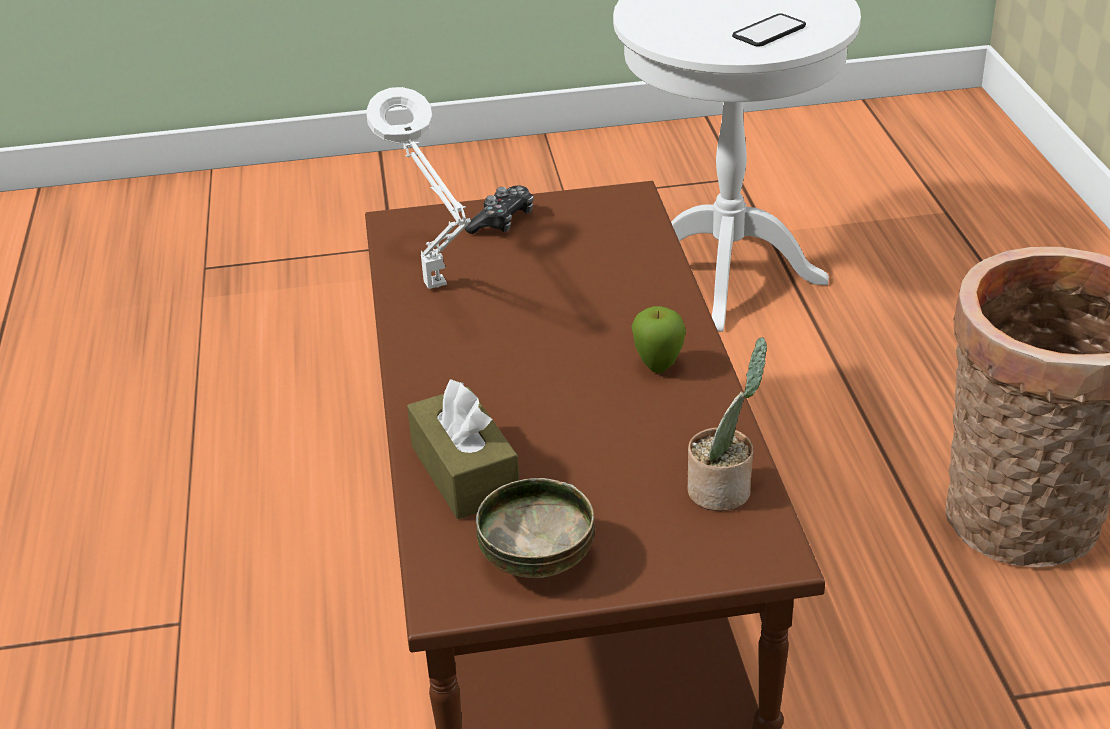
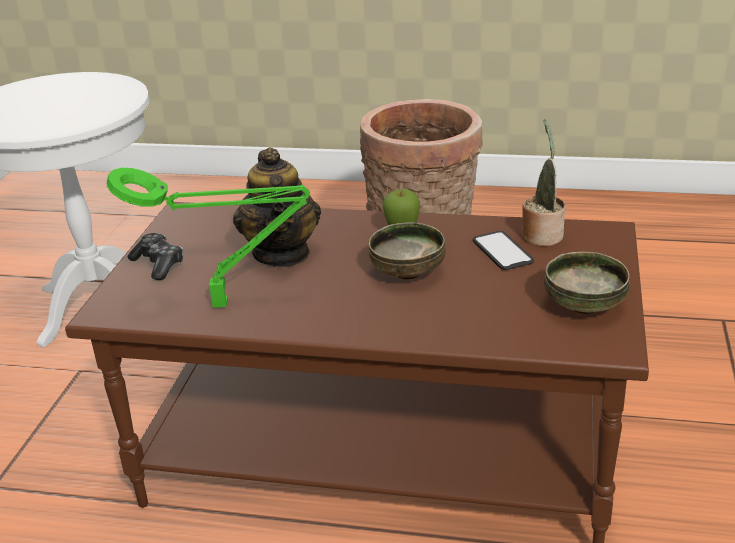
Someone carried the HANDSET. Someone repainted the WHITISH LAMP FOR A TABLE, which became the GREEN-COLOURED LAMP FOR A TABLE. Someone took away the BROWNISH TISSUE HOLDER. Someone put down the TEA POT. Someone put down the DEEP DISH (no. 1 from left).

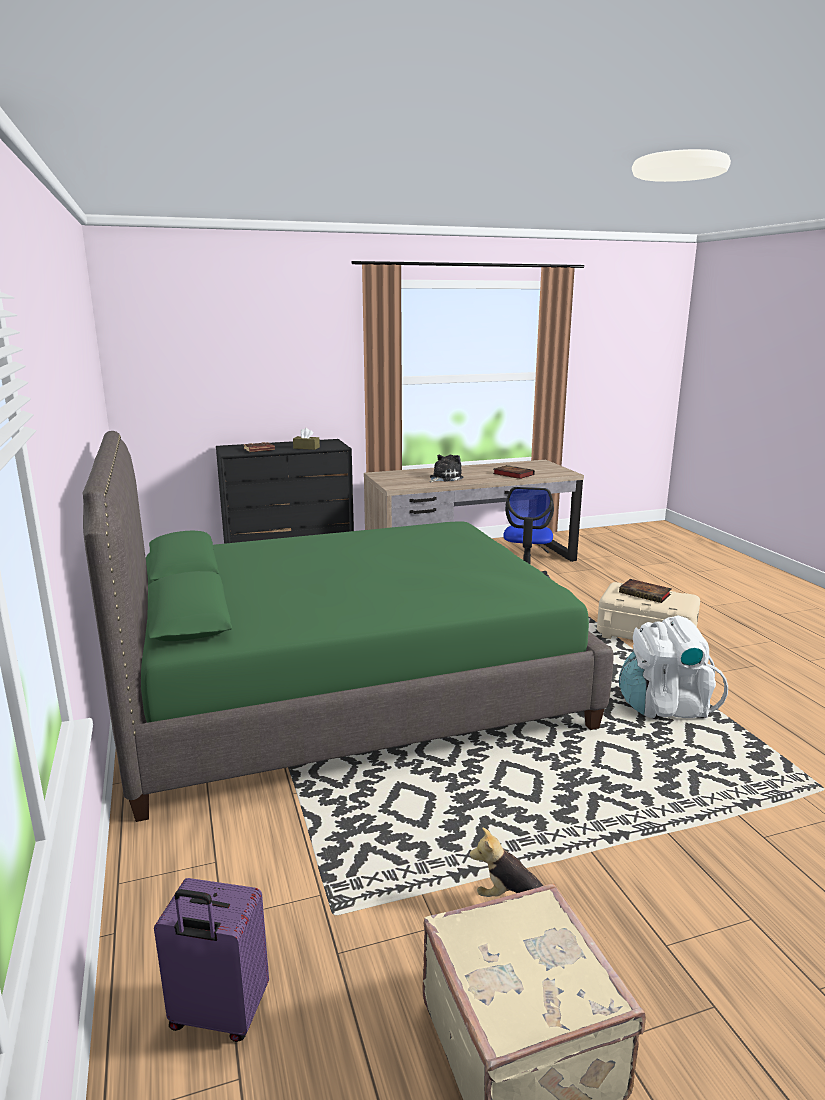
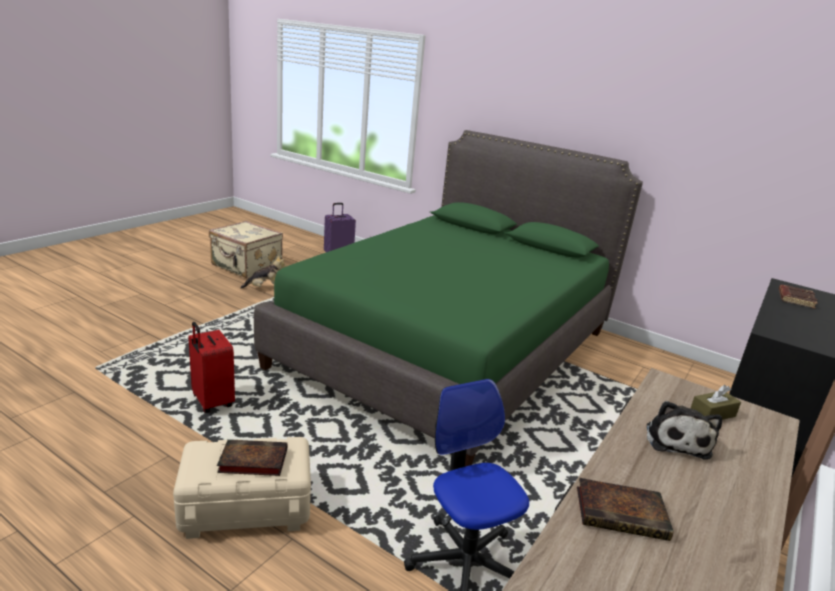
Someone carried the BROWNISH TISSUE HOLDER. Someone swapped the WHITISH RUCKSACK for the RED TRAVEL CASE.

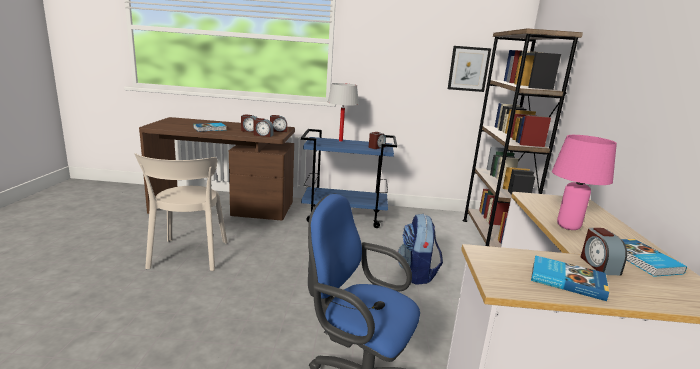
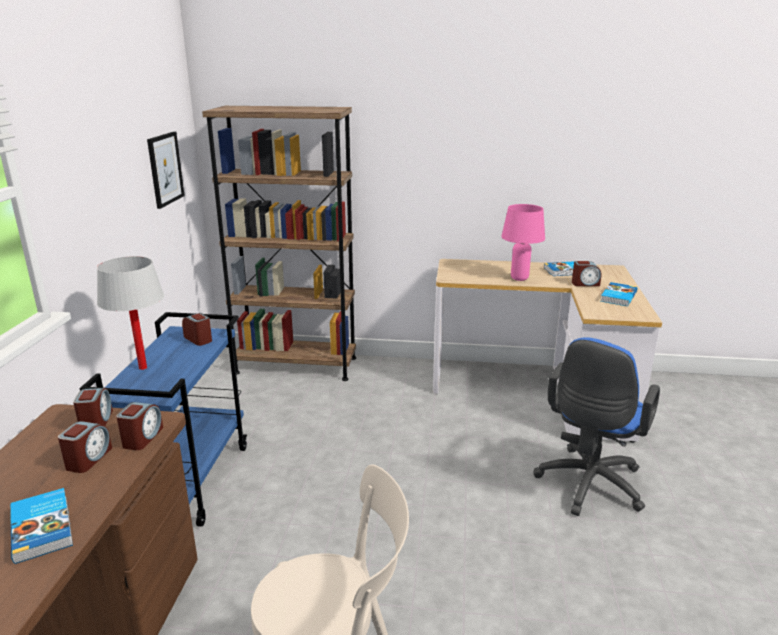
Someone took away the RUCKSACK.

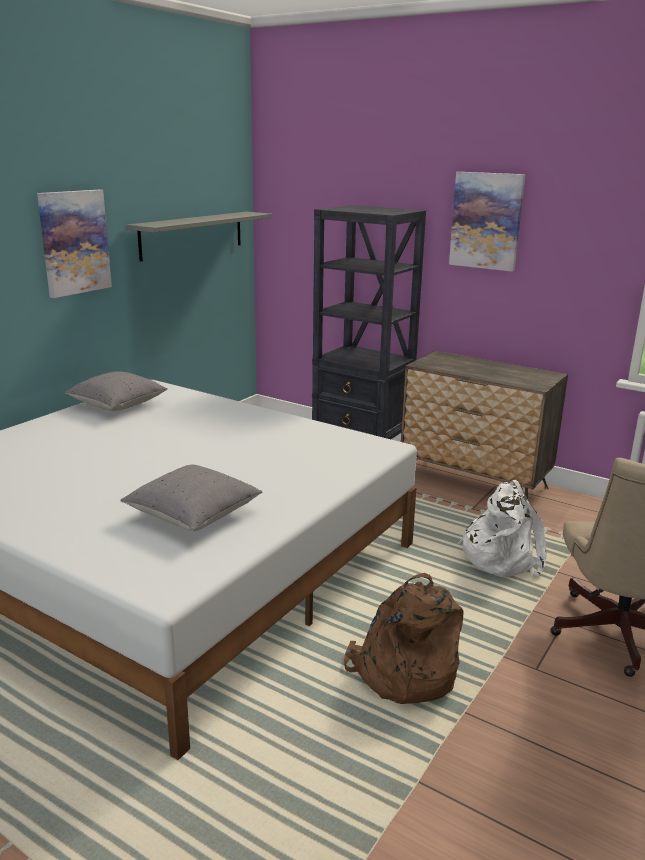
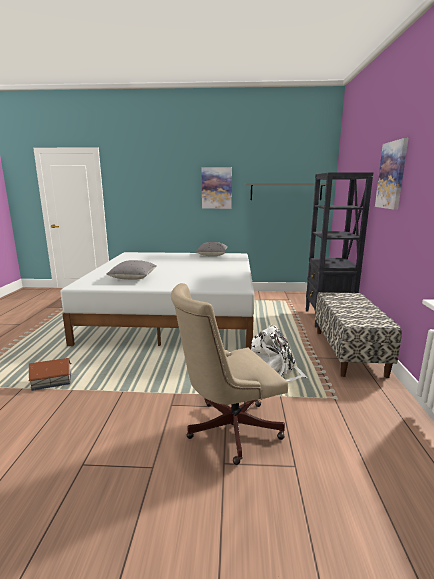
Someone swapped the CHEST OF DRAWERS for the INDOOR BENCH. Someone took away the BROWNISH RUCKSACK. Someone put down the TOY HOUSE.

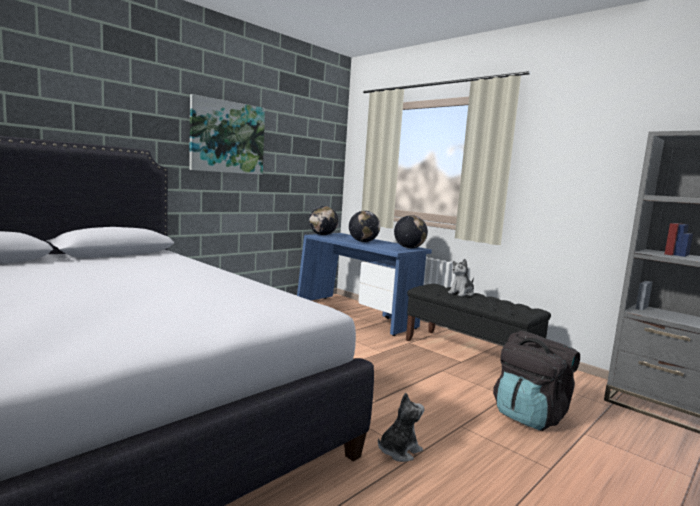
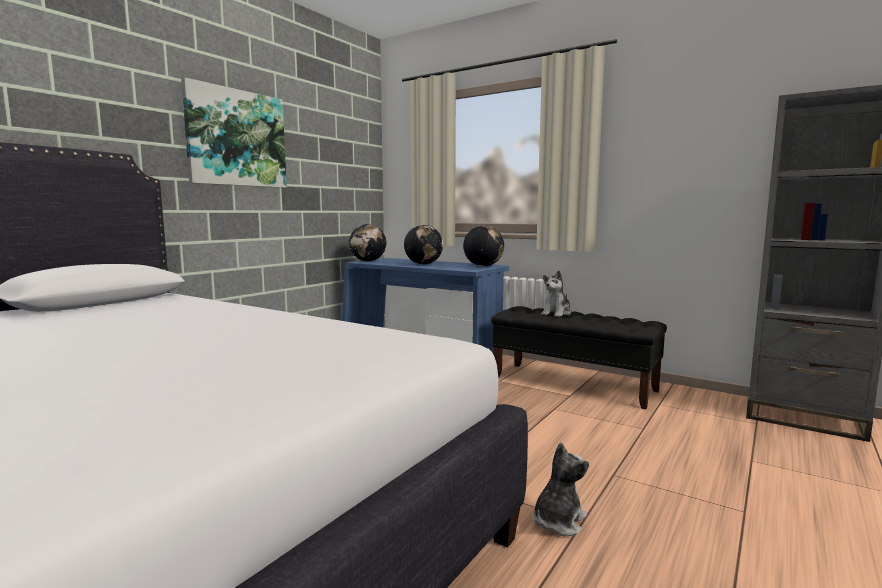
Someone took away the BLACK RUCKSACK.

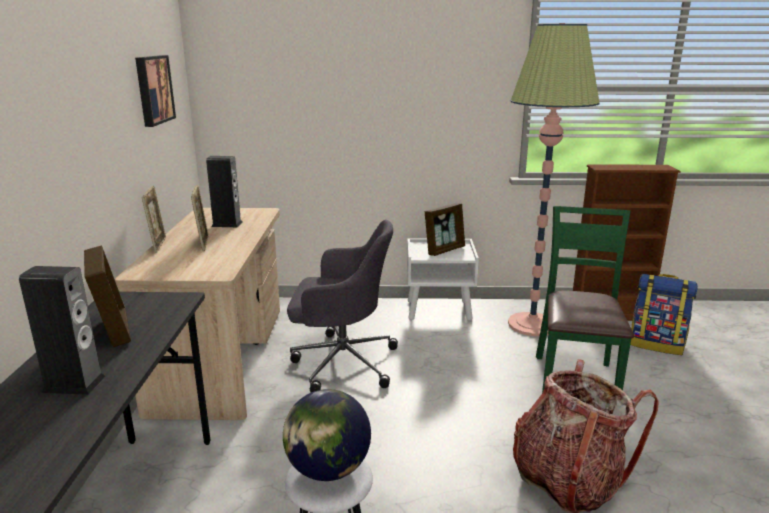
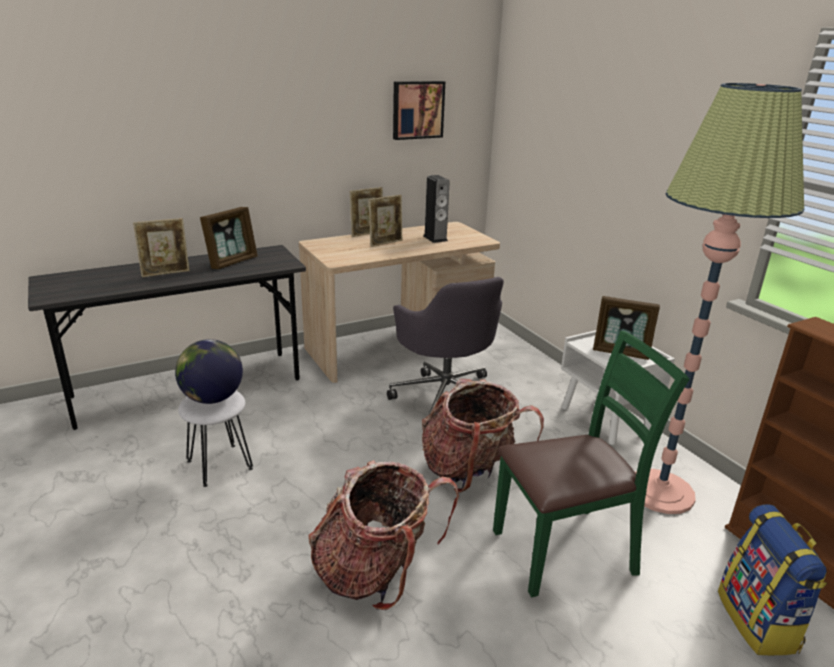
Someone swapped the AUDIO SPEAKER (no. 1 from left) for the PHOTO FRAME (no. 1 from left). Someone put down the RUCKSACK (no. 2 from left).

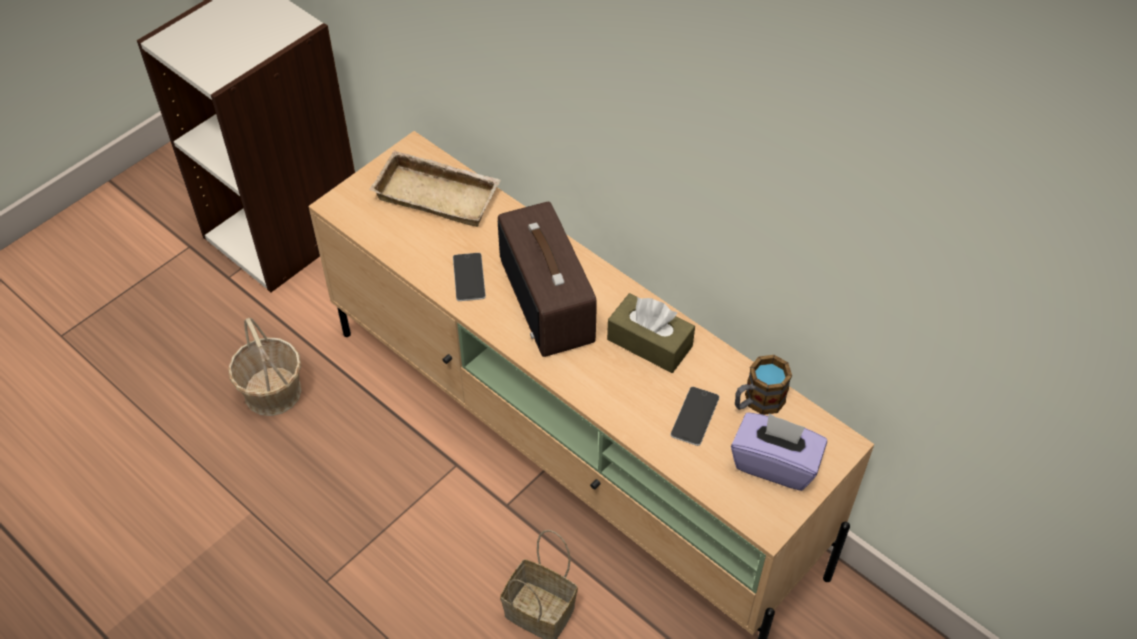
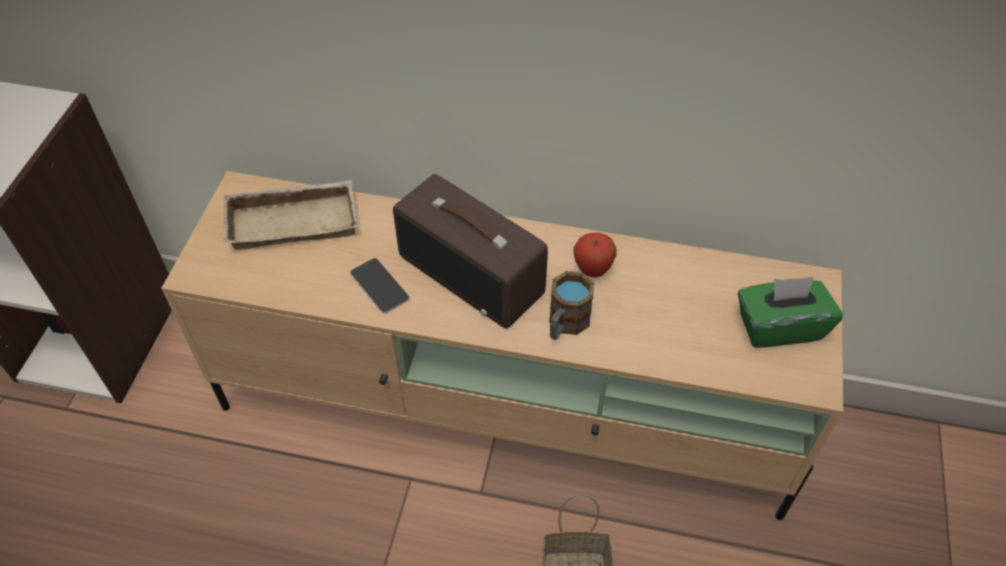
Someone swapped the BROWNISH TISSUE HOLDER for the WHOLE APPLE. Someone took away the STORAGE BASKET (no. 1 from left). Someone carried the MUG. Someone took away the HANDSET (no. 2 from left). Someone repainted the PURPLE TISSUE HOLDER, which became the GREEN-COLOURED TISSUE HOLDER.

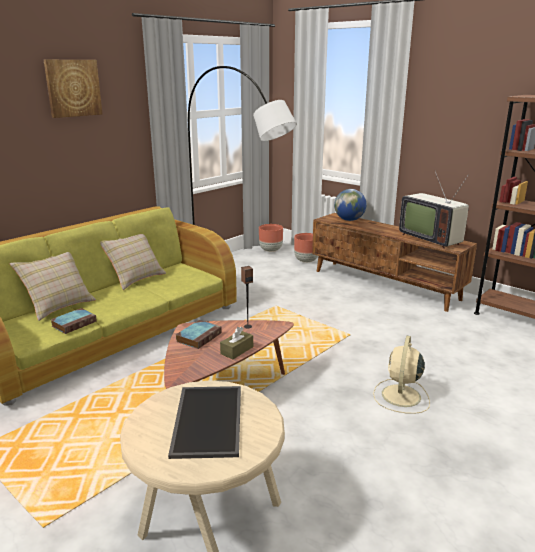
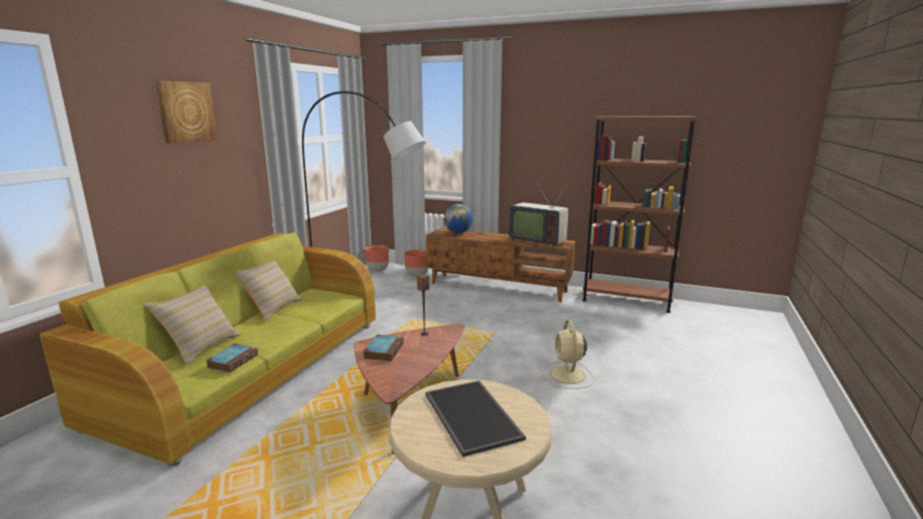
Someone took away the BROWNISH TISSUE HOLDER.

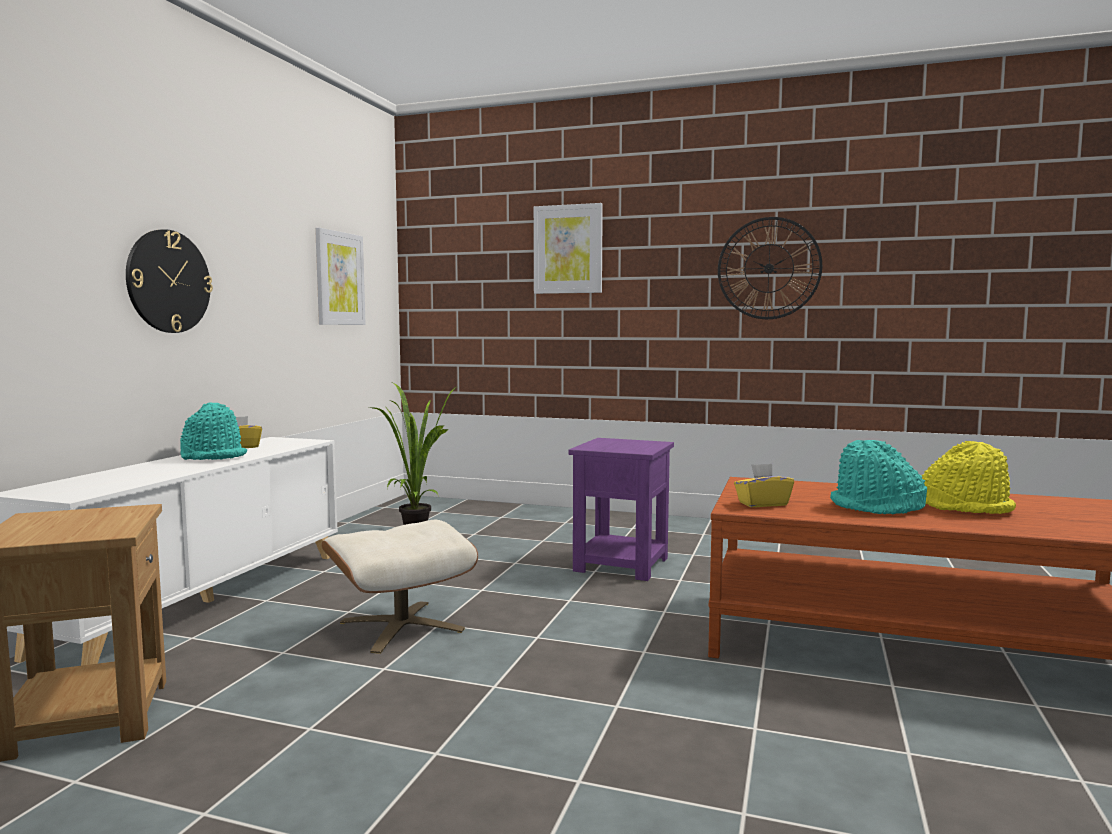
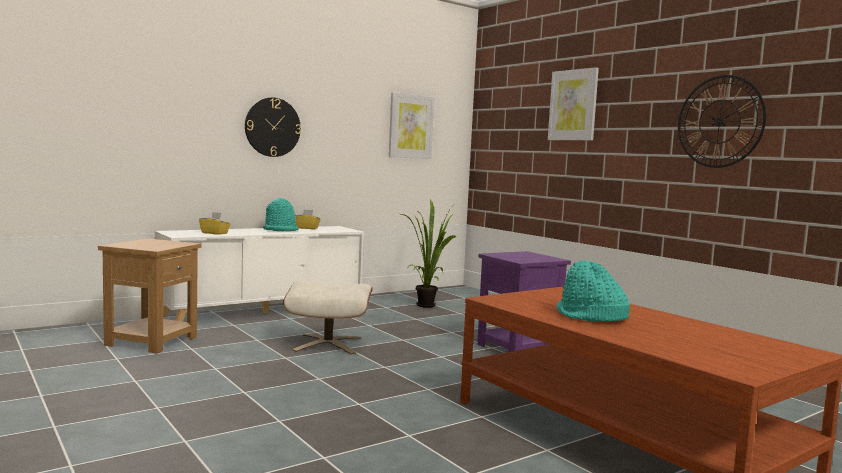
Someone took away the YELLOW-COLOURED CLOTHING HAT. Someone carried the YELLOW-COLOURED TISSUE HOLDER (no. 2 from left in the first image).

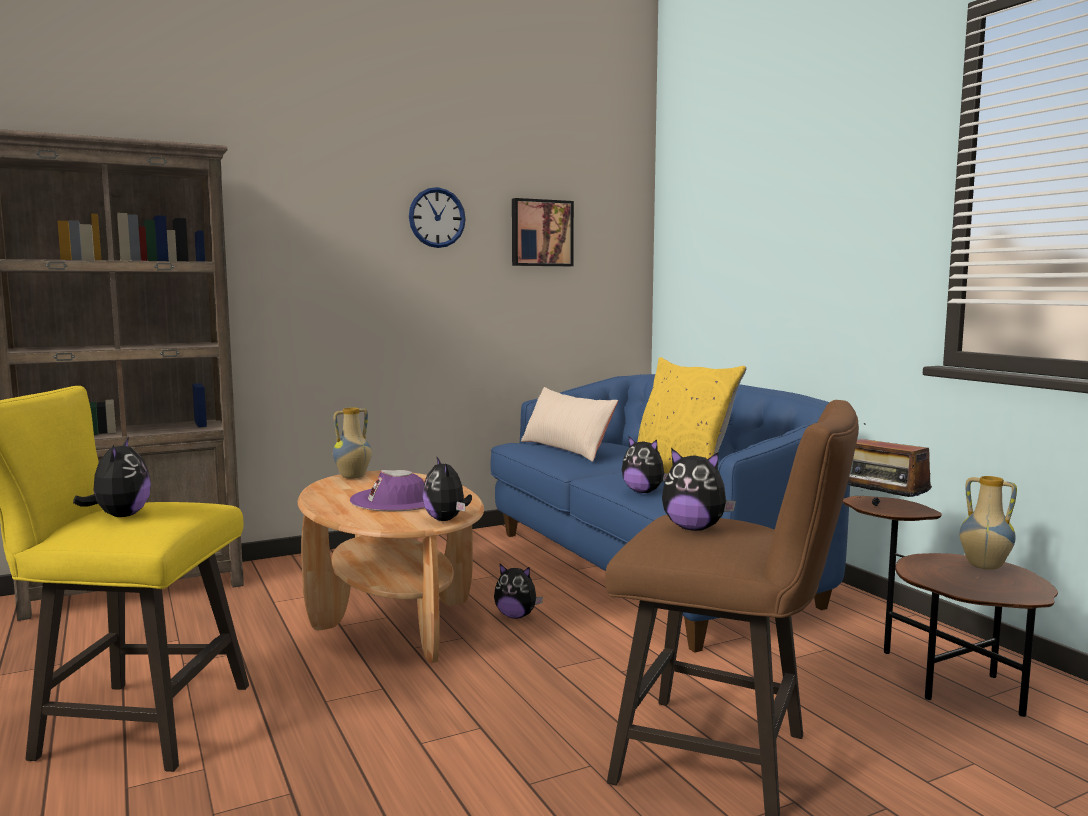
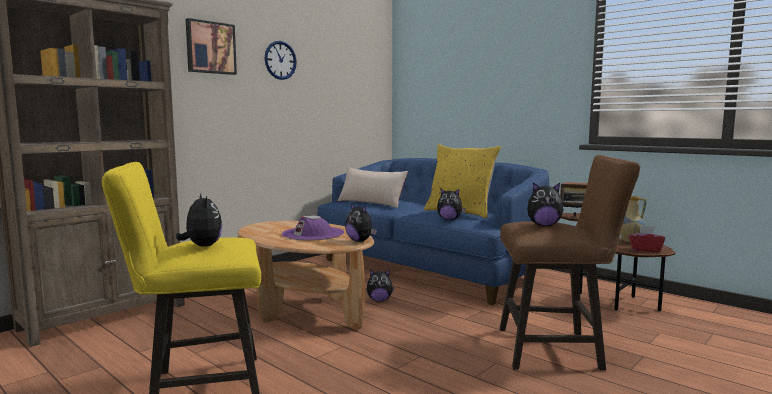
Someone carried the PICTURE. Someone took away the FLOWER VASE (no. 1 from left). Someone put down the RED TISSUE HOLDER.

